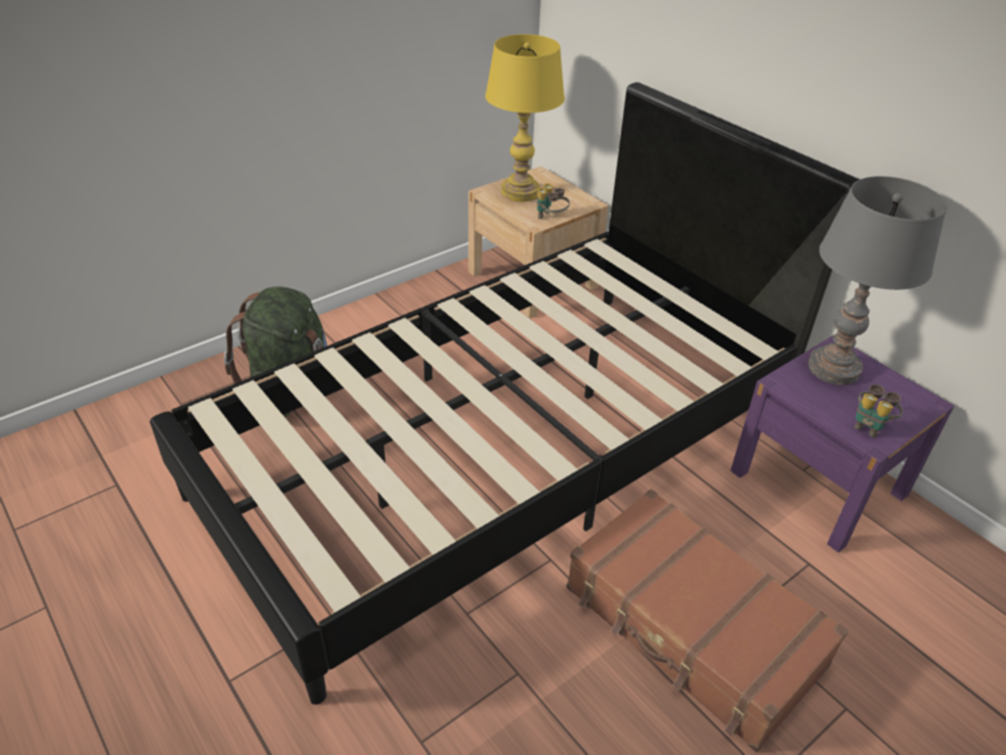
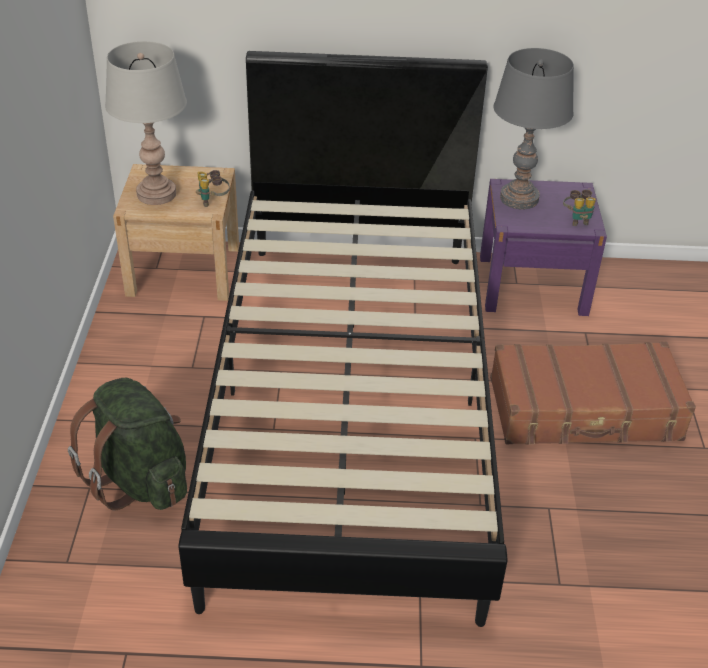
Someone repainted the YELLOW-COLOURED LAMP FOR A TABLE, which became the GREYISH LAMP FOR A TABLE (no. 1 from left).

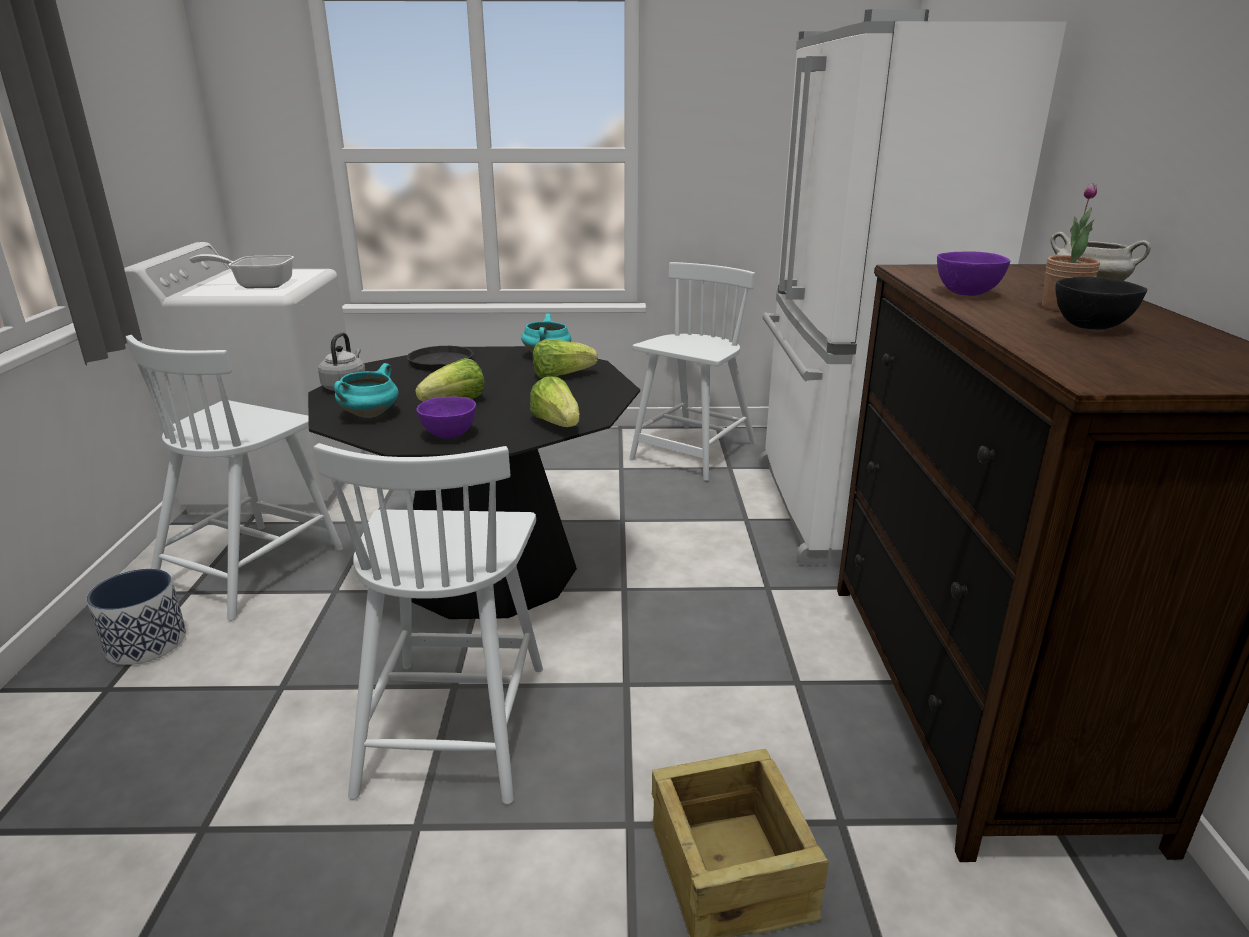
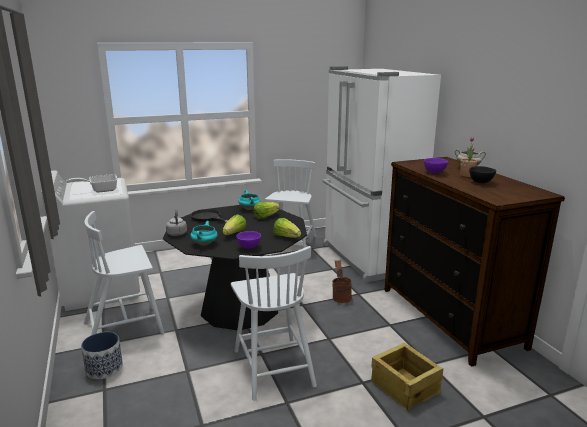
Someone rotated the WHITISH PLAIN CHAIR (no. 1 from left) by 60 degrees clockwise. Someone put down the BROWNISH WATER BUCKET.

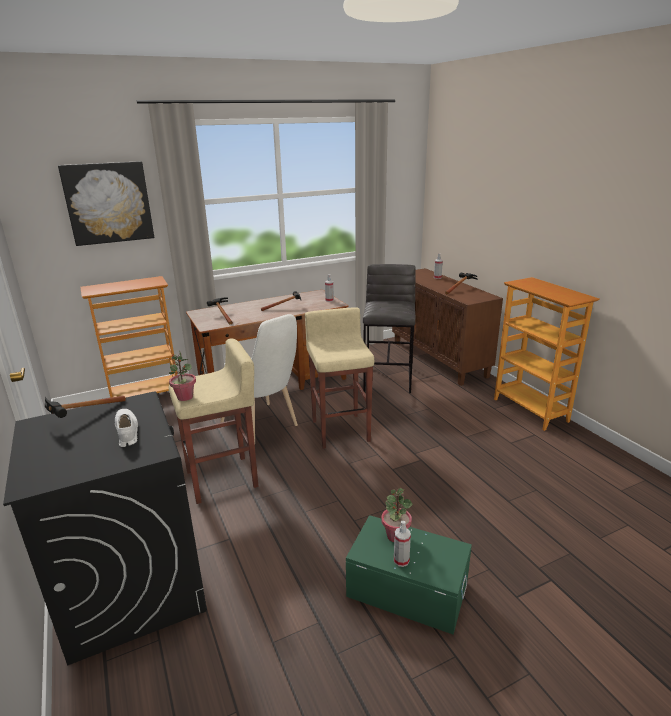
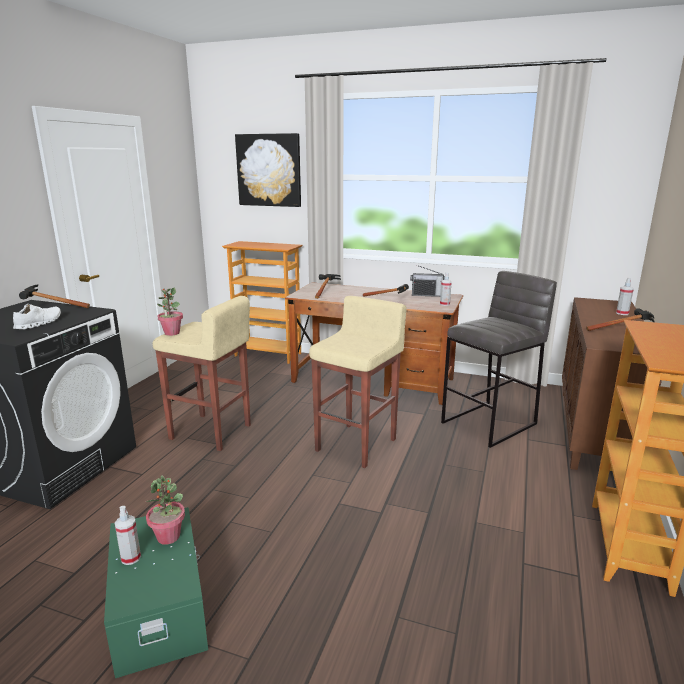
Someone took away the WHITISH PLAIN CHAIR. Someone put down the RADIO SET.

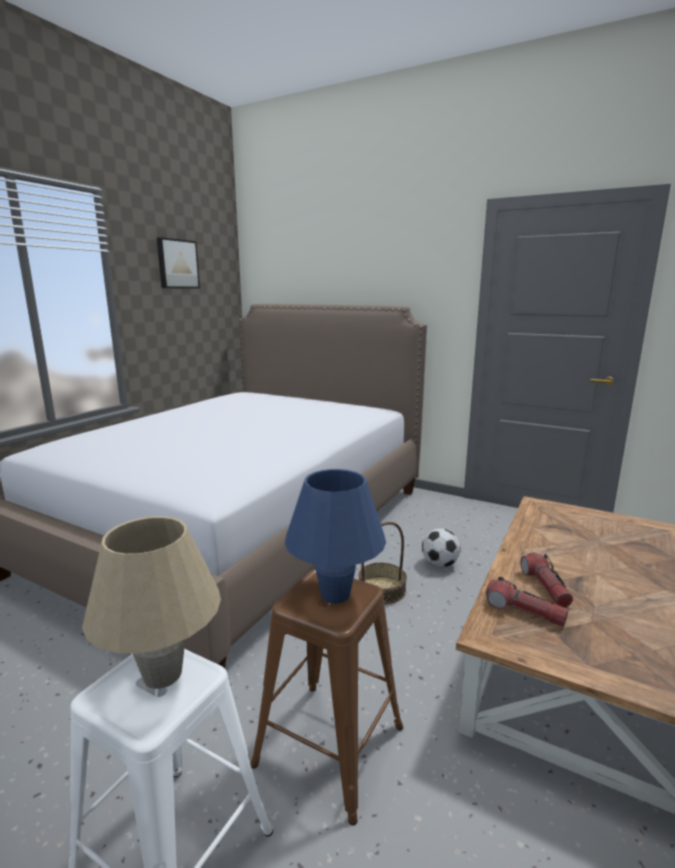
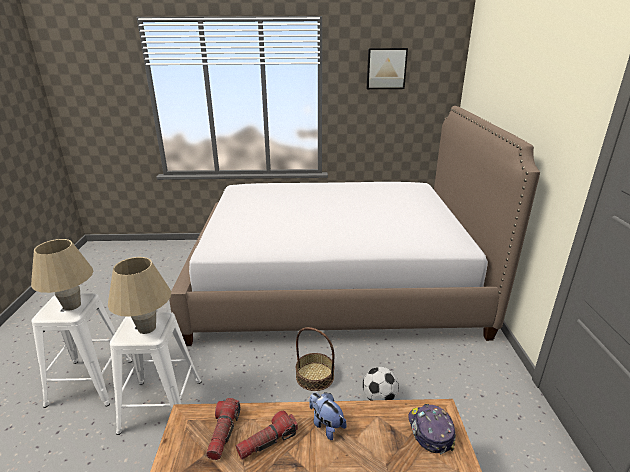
Someone repainted the BLUE-COLOURED LAMP FOR A TABLE, which became the BEIGE LAMP FOR A TABLE (no. 2 from left). Someone repainted the BROWNISH SITTING STOOL, which became the WHITISH SITTING STOOL (no. 2 from left). Someone put down the CUDDLY TOY. Someone put down the BASEBALL CAP.

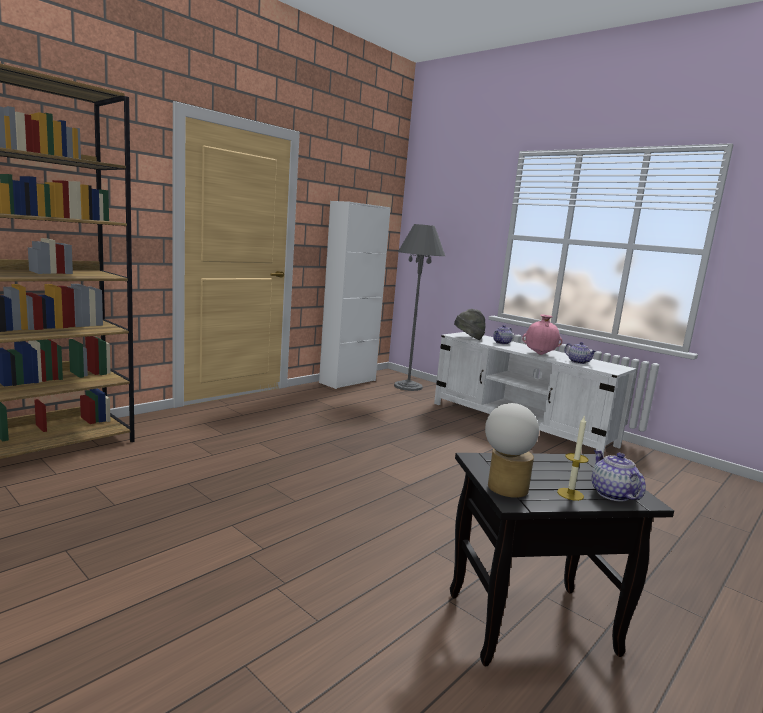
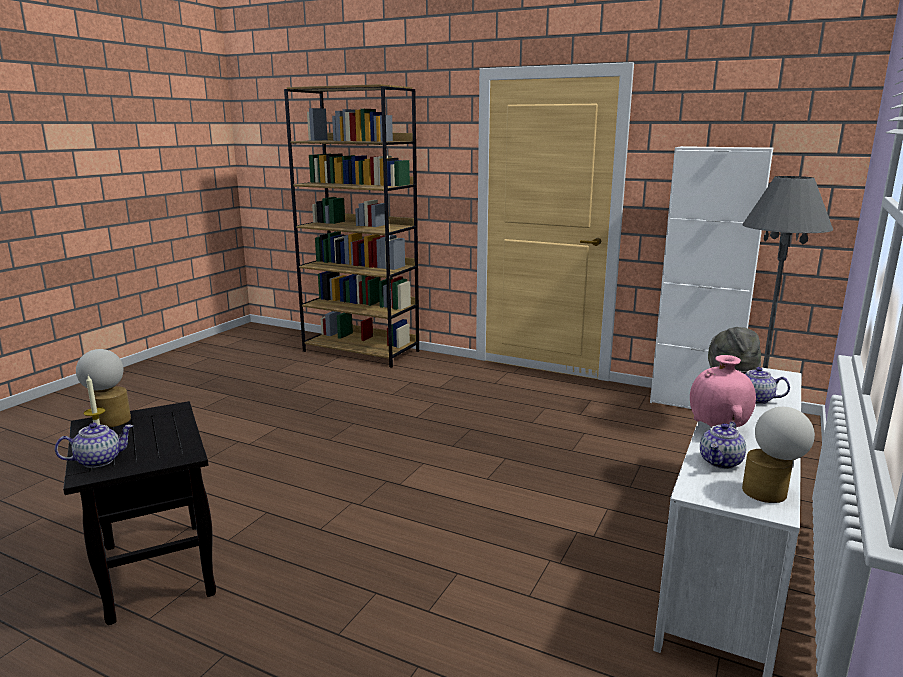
Someone put down the LAMP FOR A TABLE (no. 2 from left).

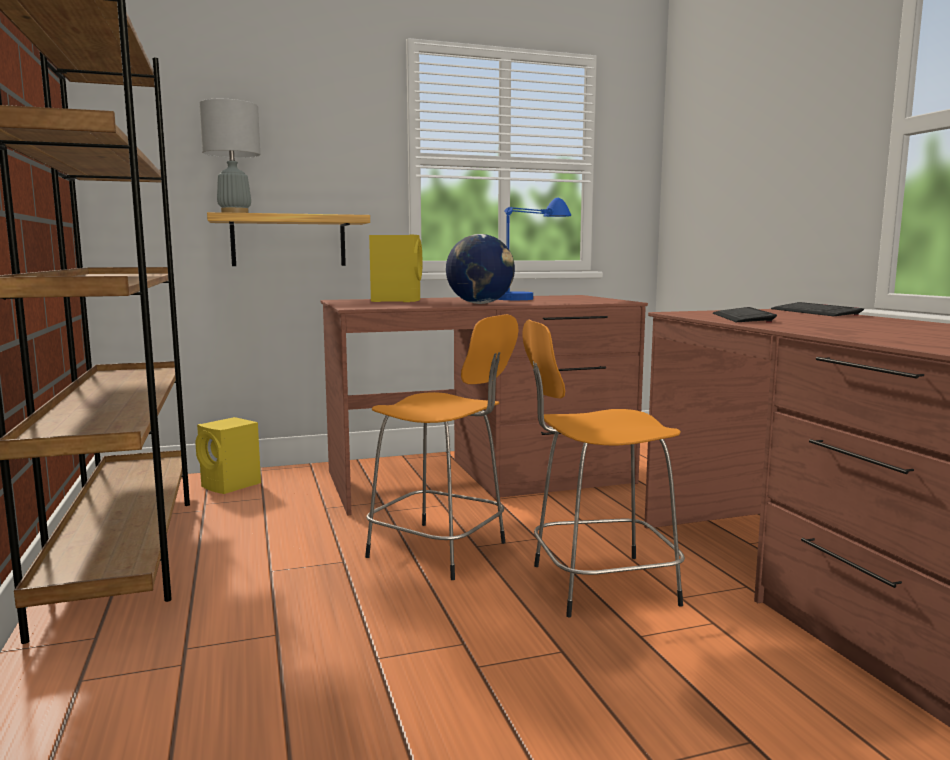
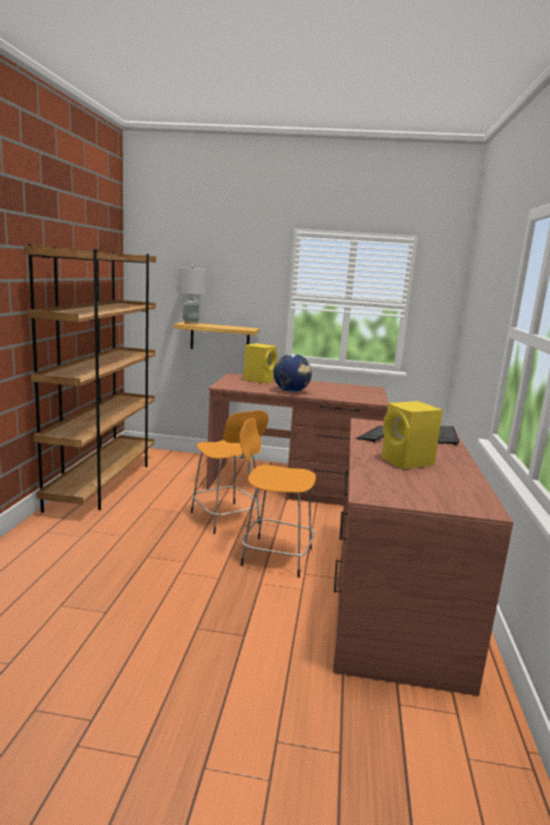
Someone took away the BLUE-COLOURED LAMP FOR A TABLE. Someone carried the YELLOW-COLOURED AUDIO SPEAKER (no. 1 from left in the first image).

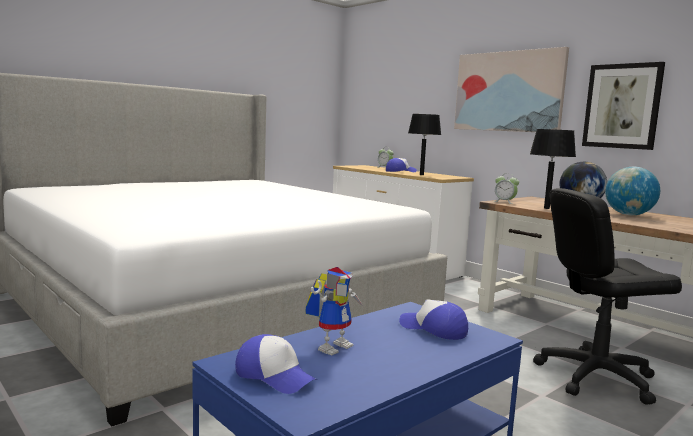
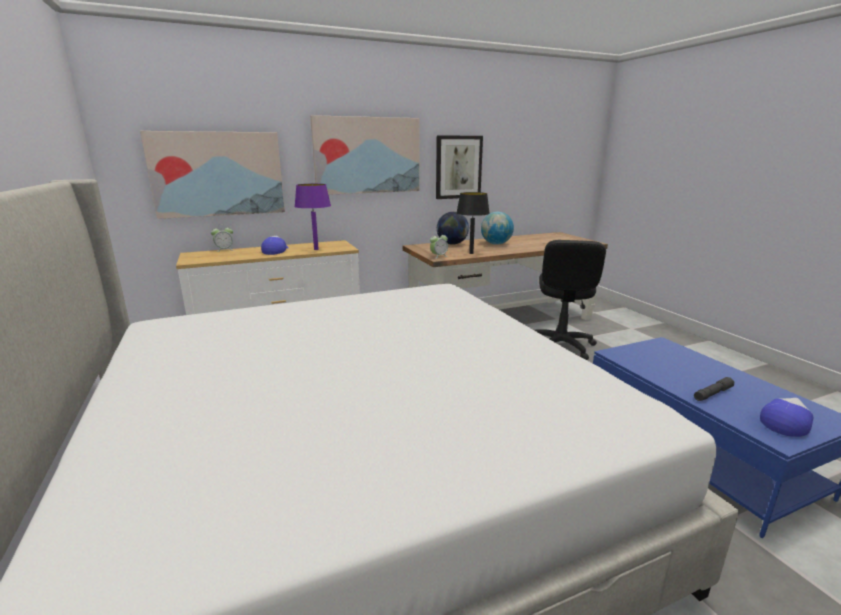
Someone repainted the BLACK LAMP FOR A TABLE (no. 1 from left), which became the PURPLE LAMP FOR A TABLE. Someone swapped the MODEL ROBOT for the GREYISH HAND TORCH. Someone took away the BASEBALL CAP (no. 3 from left). Someone put up the PICTURE (no. 1 from left).

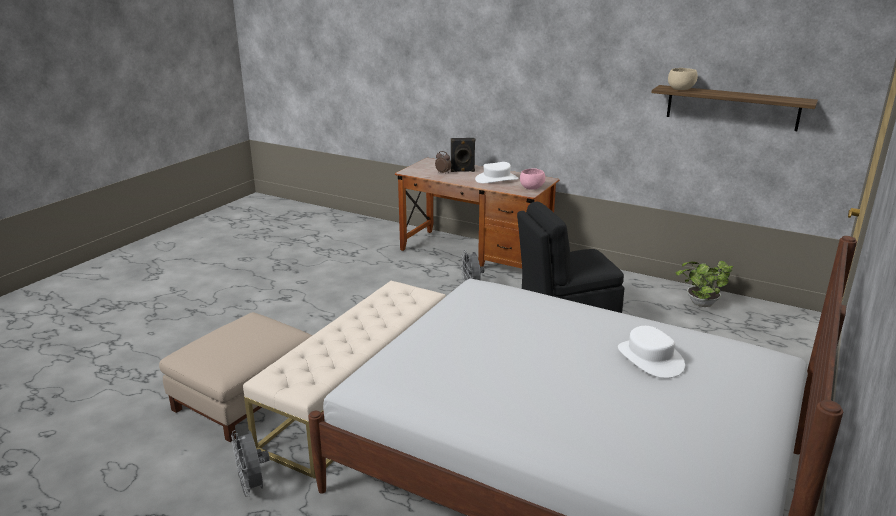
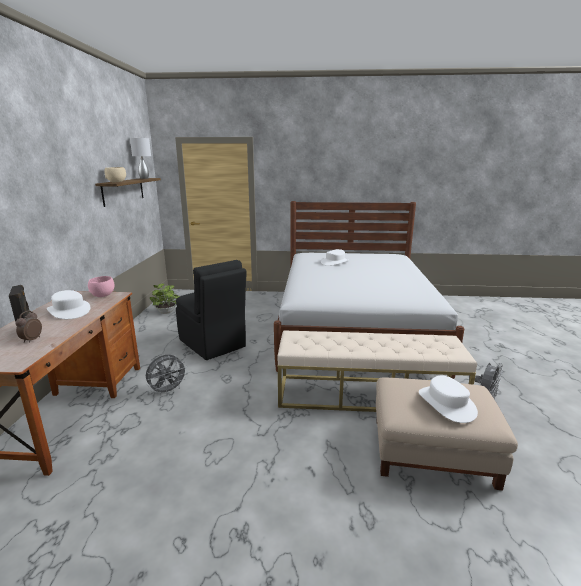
Someone put down the GREYISH LAMP FOR A TABLE. Someone put down the WHITISH CLOTHING HAT (no. 3 from left).

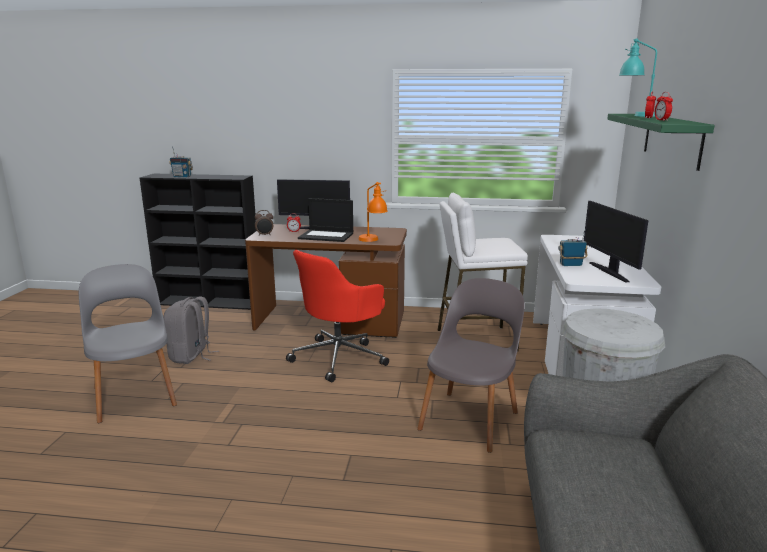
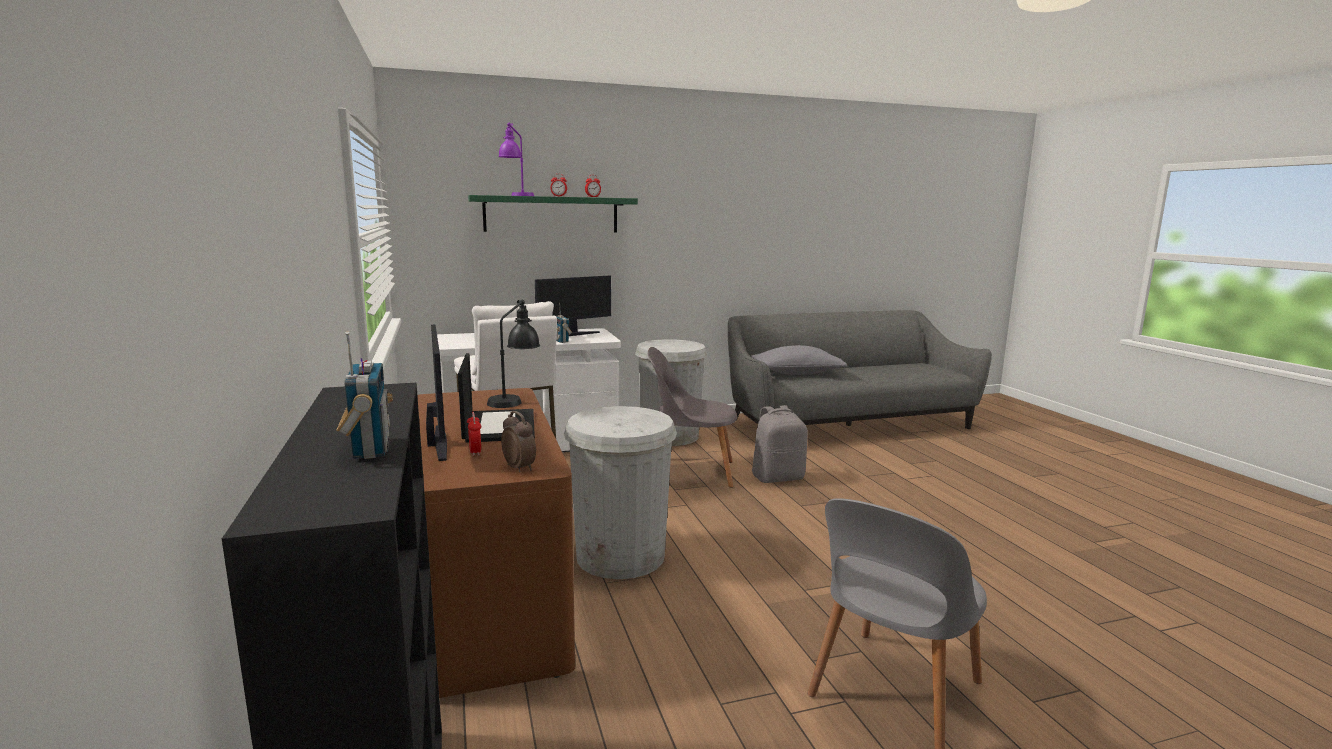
Someone repainted the BLUE-GREEN LAMP FOR A TABLE, which became the PURPLE LAMP FOR A TABLE. Someone repainted the ORANGE LAMP FOR A TABLE, which became the BLACK LAMP FOR A TABLE. Someone swapped the RED COMPUTER CHAIR for the WHITISH TRASH CAN (no. 1 from left). Someone carried the GREYISH RUCKSACK. Someone put down the GREYISH THROW PILLOW.

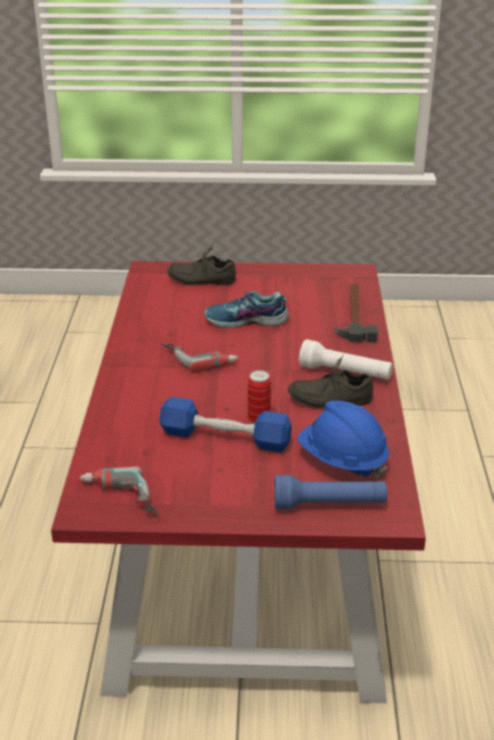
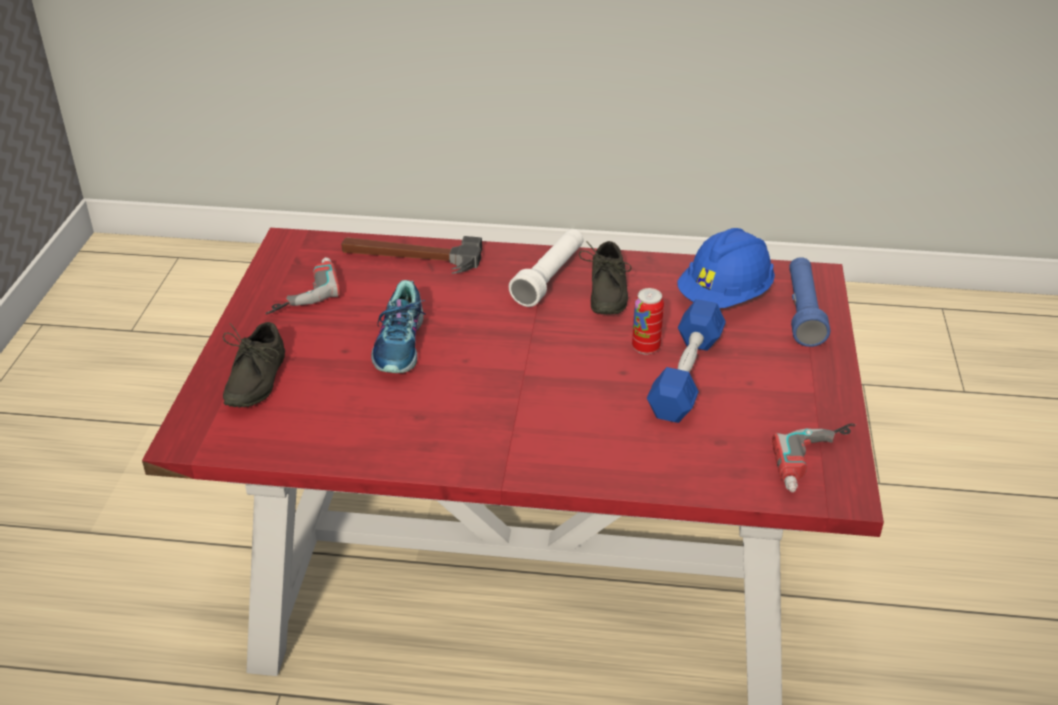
Someone carried the DRILL (no. 2 from left in the first image).

